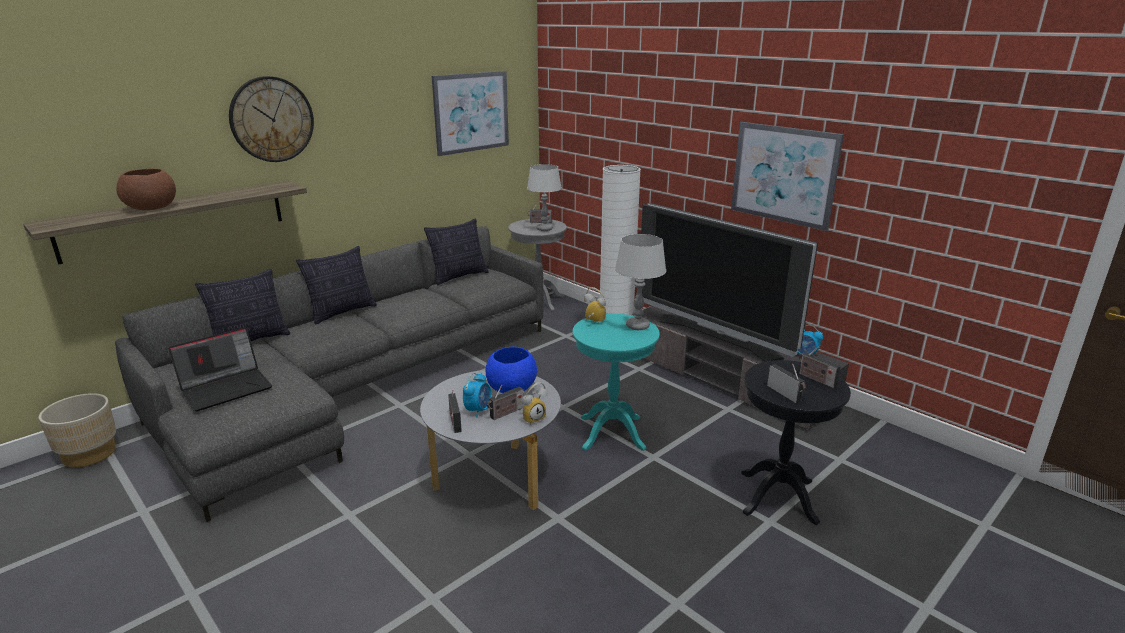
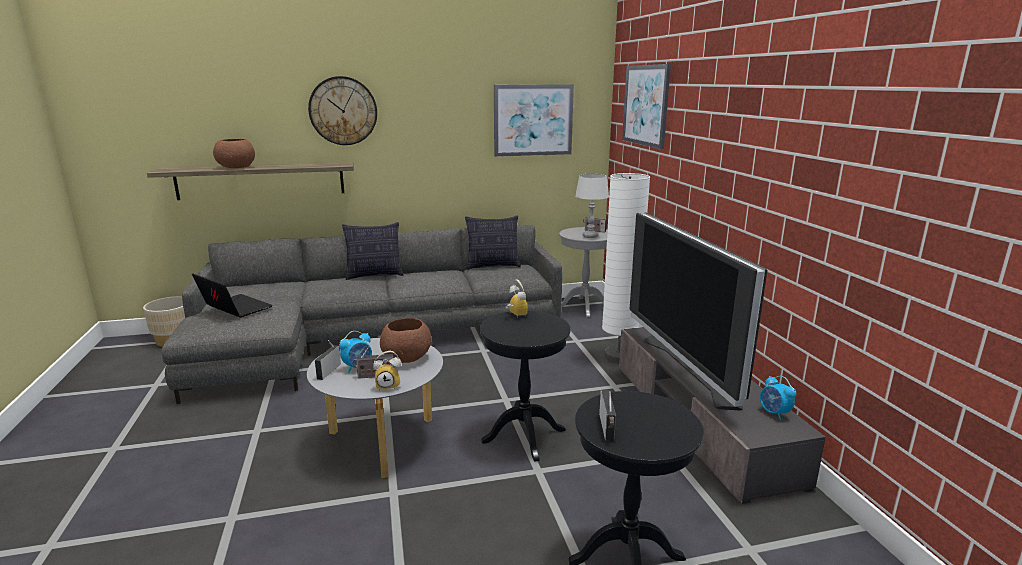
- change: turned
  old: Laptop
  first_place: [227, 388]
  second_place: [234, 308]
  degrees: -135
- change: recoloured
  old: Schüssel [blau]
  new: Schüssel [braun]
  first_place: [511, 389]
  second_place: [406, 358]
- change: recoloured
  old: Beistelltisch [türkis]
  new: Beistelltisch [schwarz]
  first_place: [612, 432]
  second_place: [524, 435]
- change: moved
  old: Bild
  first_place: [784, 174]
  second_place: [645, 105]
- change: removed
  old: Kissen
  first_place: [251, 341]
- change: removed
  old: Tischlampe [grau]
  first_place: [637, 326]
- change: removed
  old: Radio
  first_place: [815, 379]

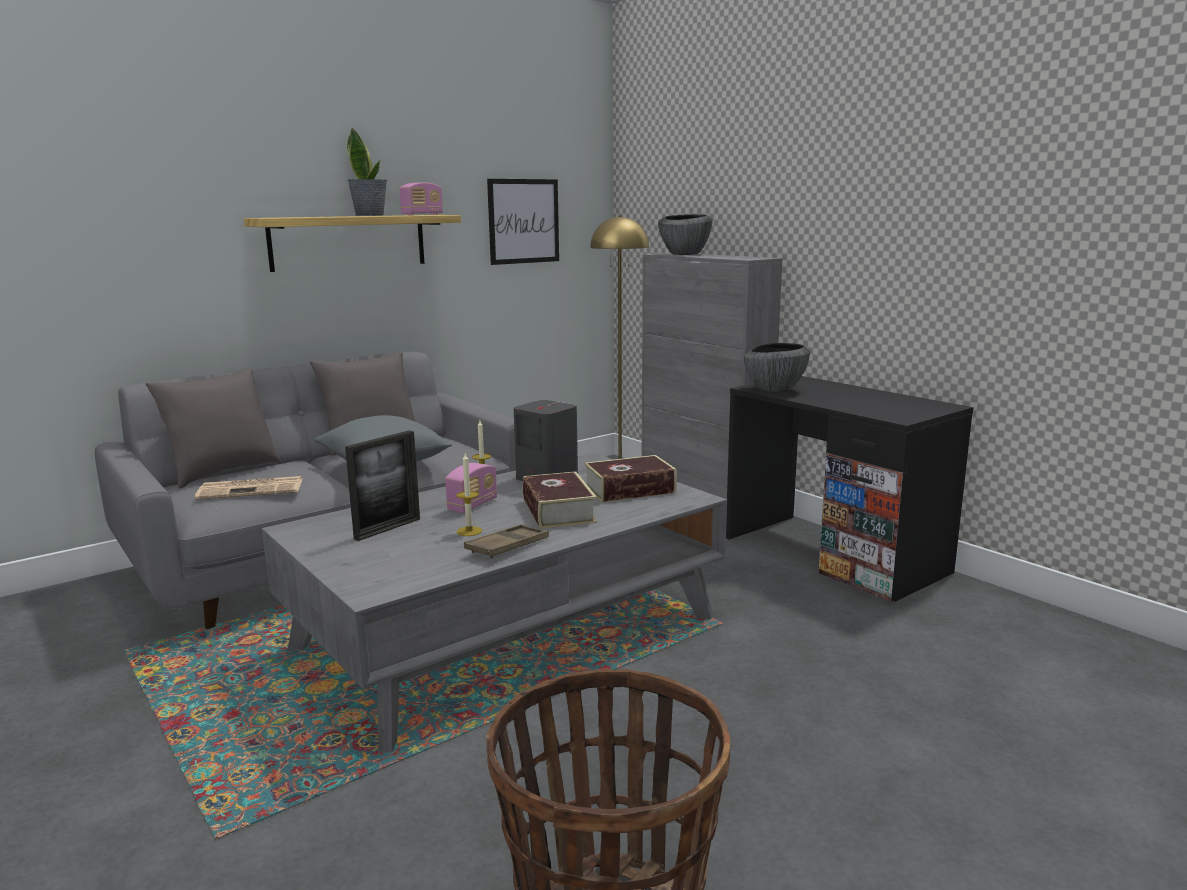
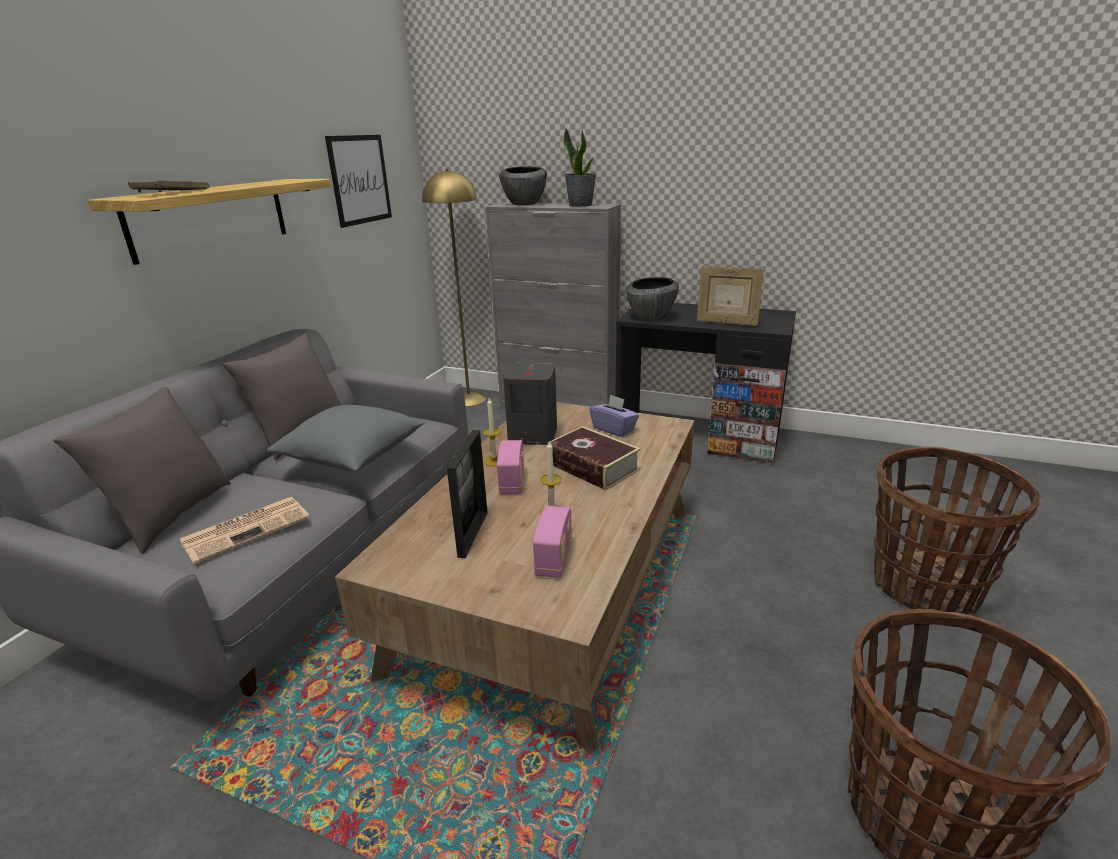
- change: moved
  old: Tablett [braun]
  first_place: [507, 547]
  second_place: [173, 192]
- change: recoloured
  old: Couchtisch [grau]
  new: Couchtisch [braun]
  first_place: [509, 632]
  second_place: [554, 582]
- change: moved
  old: Radio
  first_place: [422, 214]
  second_place: [554, 558]
- change: moved
  old: Topfpflanze
  first_place: [370, 215]
  second_place: [580, 205]
- change: replaced
  old: Buch
  new: Taschentuchbox [lila]
  first_place: [629, 489]
  second_place: [614, 429]
- change: added
  new: Bilderrahmen
  second_place: [726, 323]
- change: added
  new: Korb
  second_place: [924, 587]

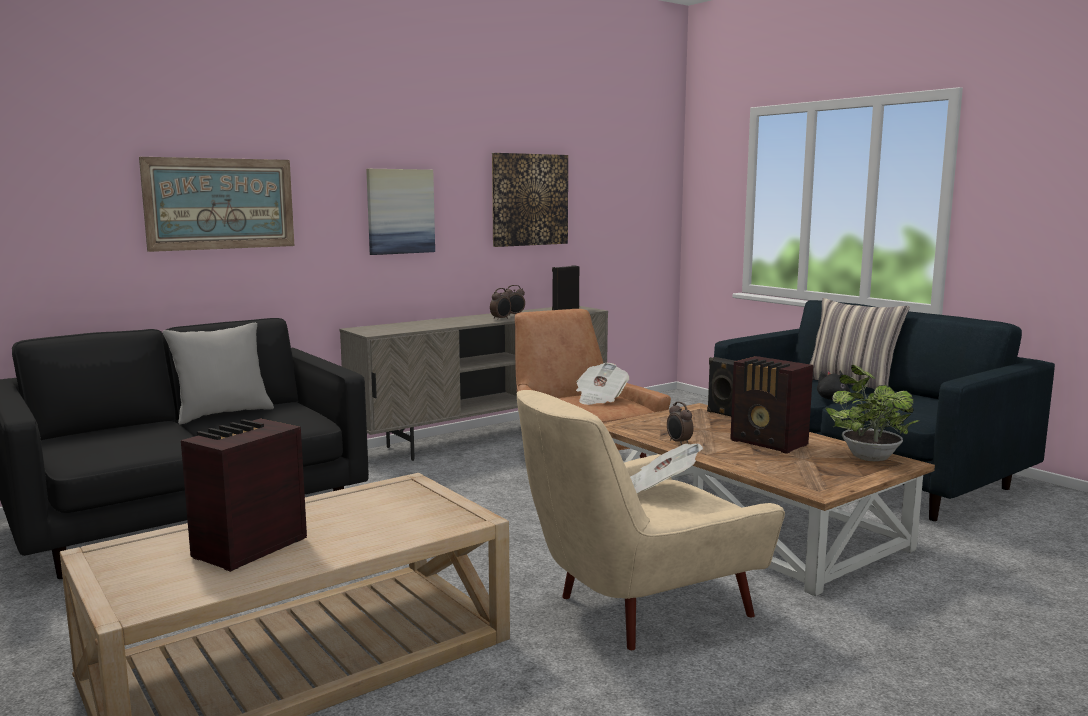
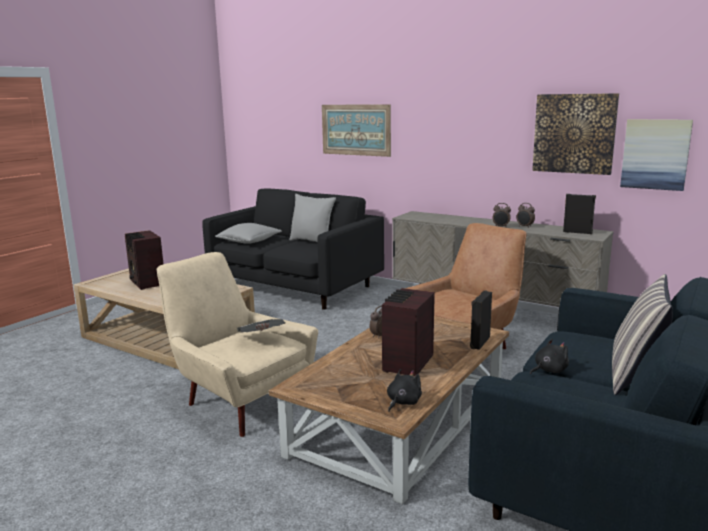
- change: turned
  old: Radio
  first_place: [247, 548]
  second_place: [147, 283]
  degrees: -135
- change: added
  new: Kissen [grau]
  second_place: [249, 241]
- change: replaced
  old: Topfpflanze
  new: Plüschtier [schwarz]
  first_place: [867, 456]
  second_place: [402, 402]
- change: moved
  old: Bild
  first_place: [400, 211]
  second_place: [655, 154]
- change: removed
  old: Zeitung
  first_place: [600, 399]

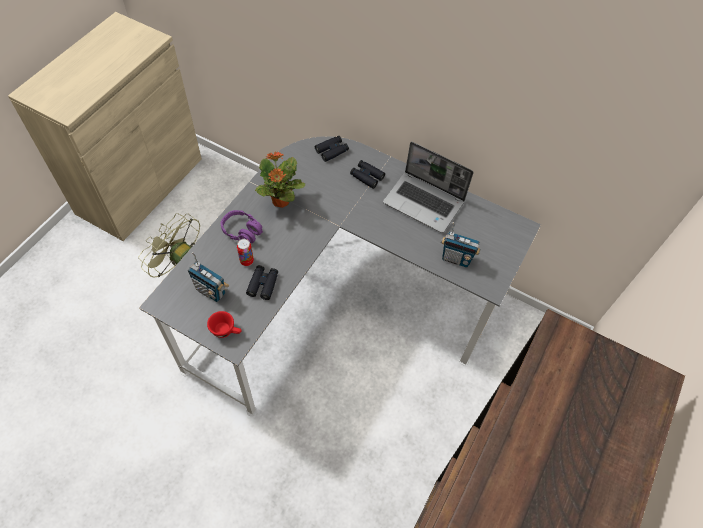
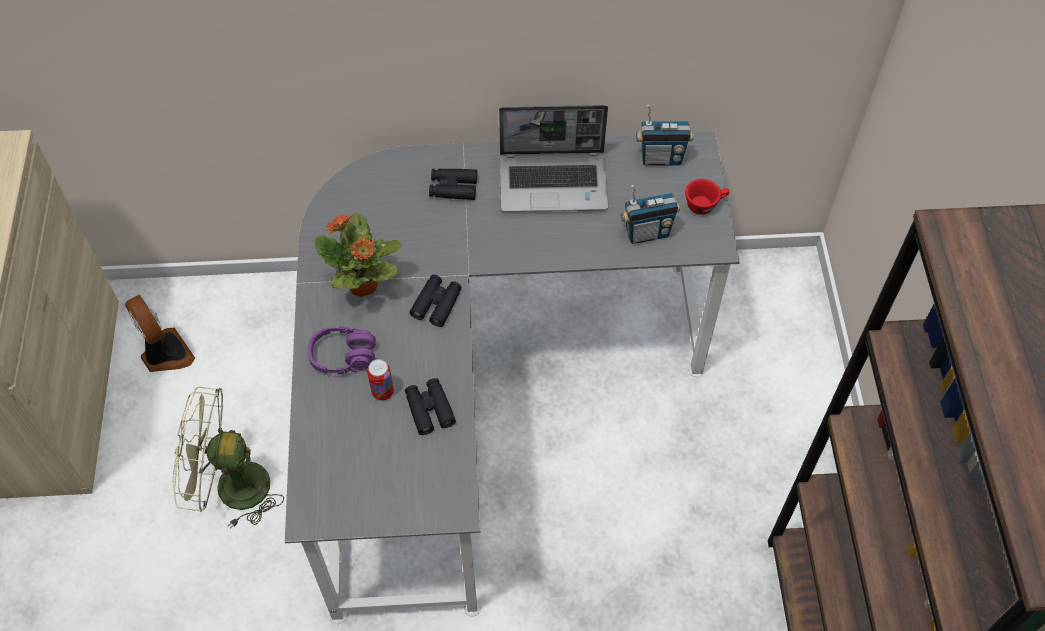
- change: added
  new: Ventilator
  second_place: [165, 354]
- change: moved
  old: Fernglas [schwarz]
  first_place: [332, 151]
  second_place: [436, 304]
- change: moved
  old: Radio
  first_place: [211, 291]
  second_place: [661, 158]
- change: moved
  old: Tasse [rot]
  first_place: [226, 330]
  second_place: [705, 204]

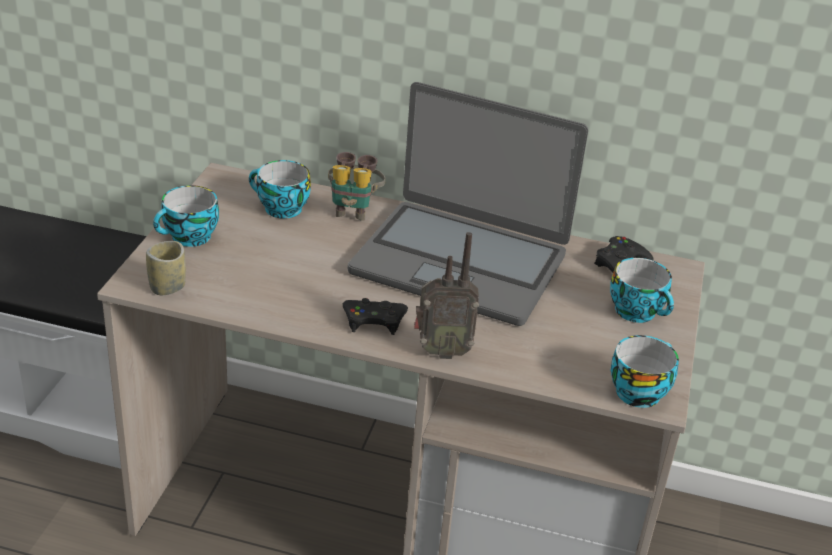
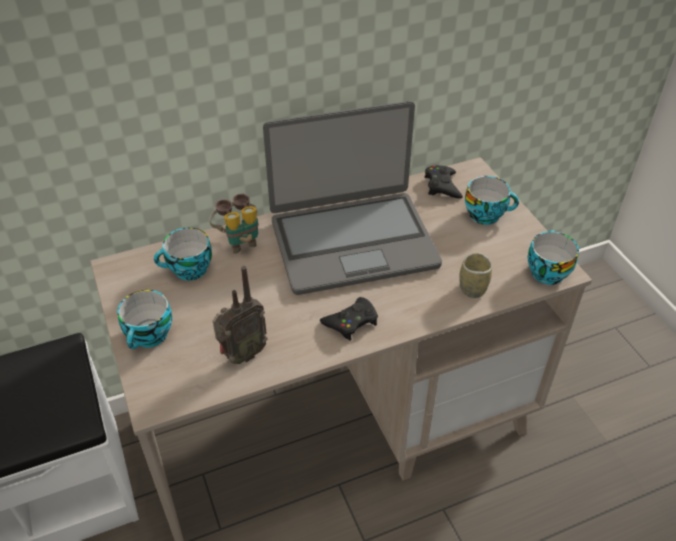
- change: moved
  old: Radio
  first_place: [441, 351]
  second_place: [242, 355]
- change: moved
  old: Tasse
  first_place: [167, 287]
  second_place: [472, 288]

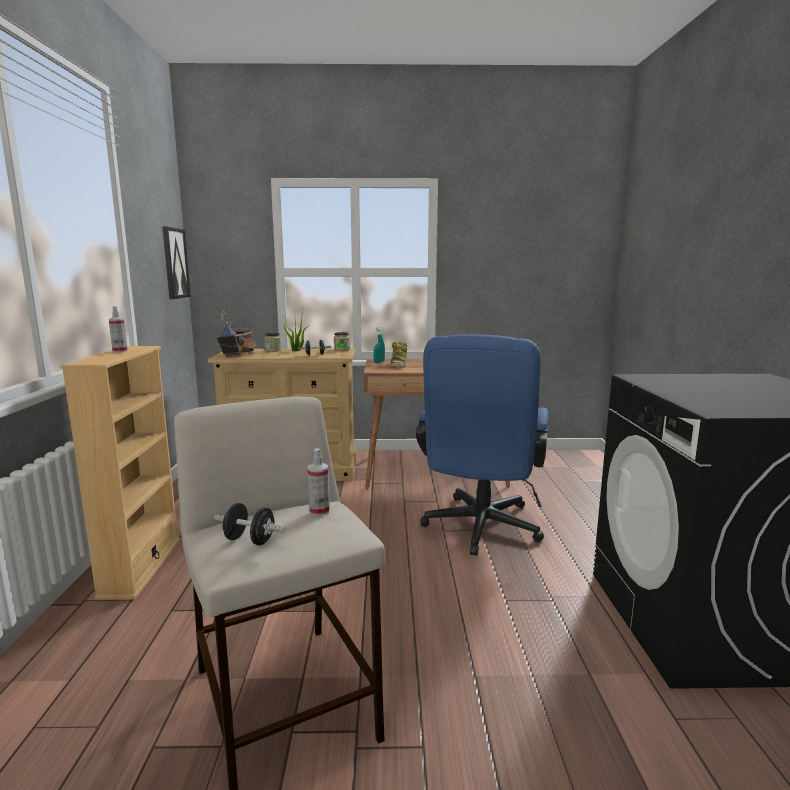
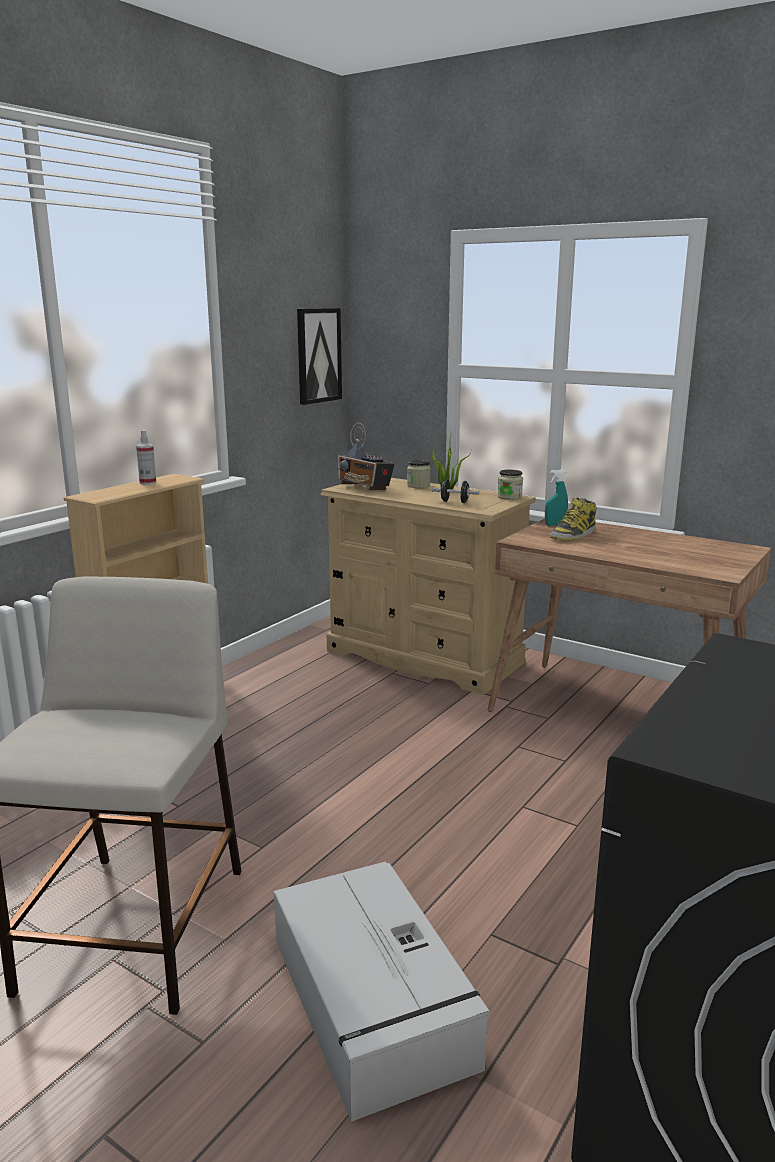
- change: added
  new: Aufbewahrungsbox [grau]
  second_place: [372, 1003]
- change: turned
  old: Radio
  first_place: [238, 354]
  second_place: [365, 488]
  degrees: 90
- change: removed
  old: Hantel [schwarz]
  first_place: [250, 540]
- change: removed
  old: Sprühflasche
  first_place: [319, 511]
- change: removed
  old: Bürostuhl [blau]
  first_place: [479, 530]

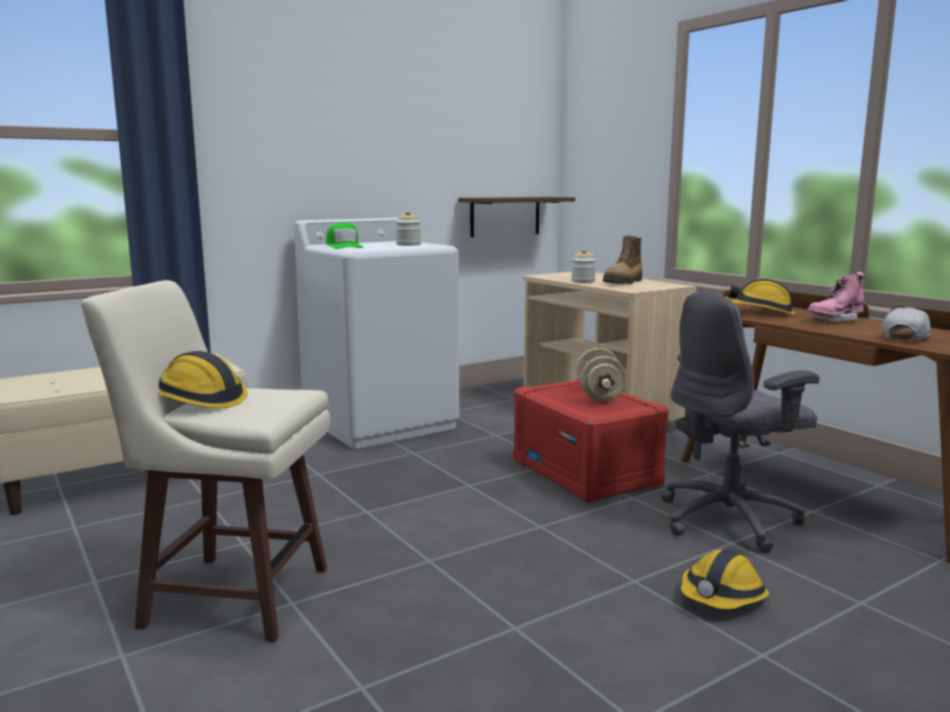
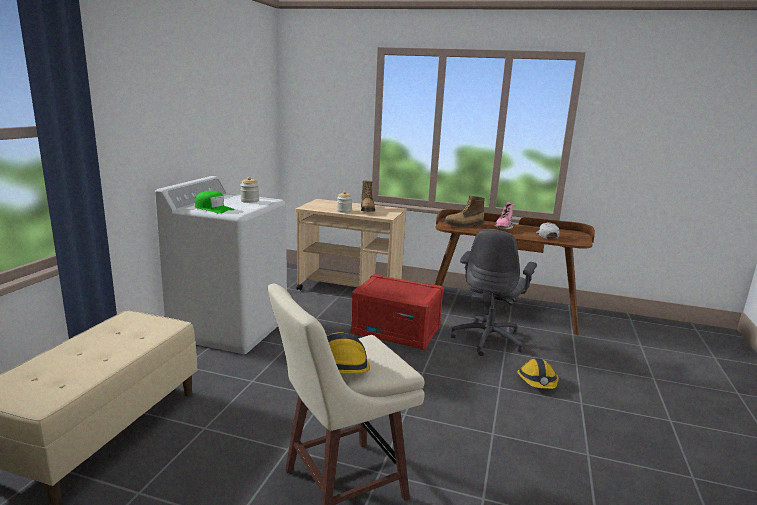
- change: replaced
  old: Schutzhelm
  new: Stiefel
  first_place: [759, 312]
  second_place: [464, 225]
- change: removed
  old: Wandregal
  first_place: [505, 216]
- change: removed
  old: Hantel [beige]
  first_place: [600, 395]

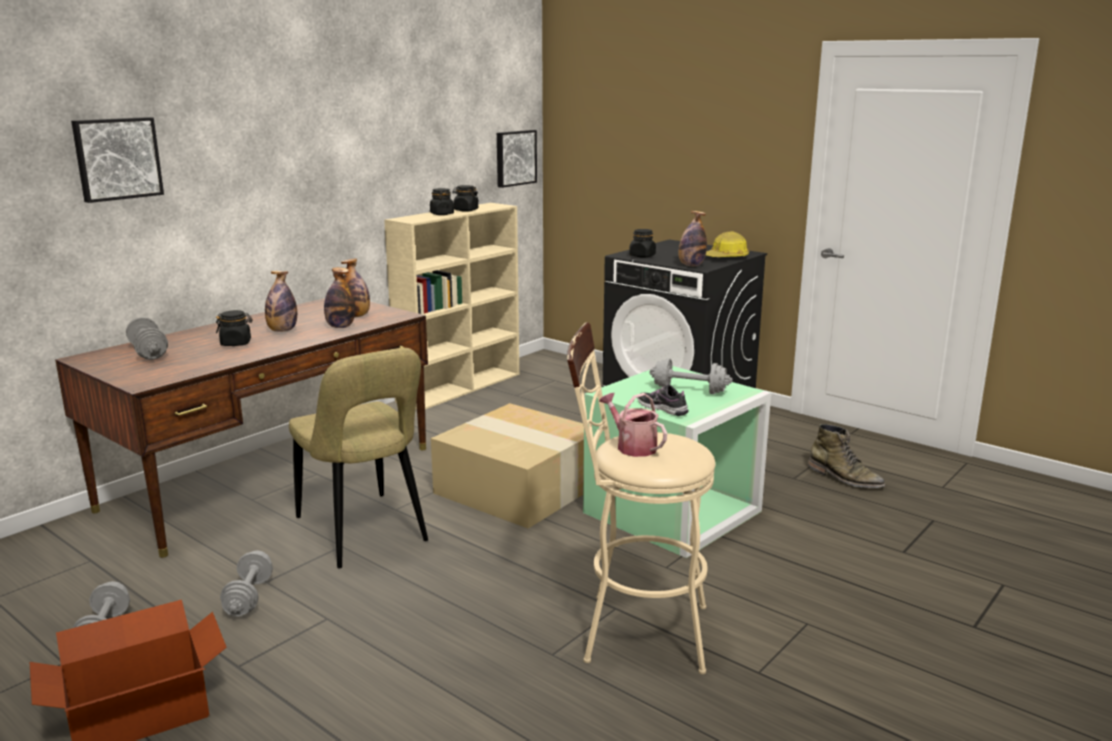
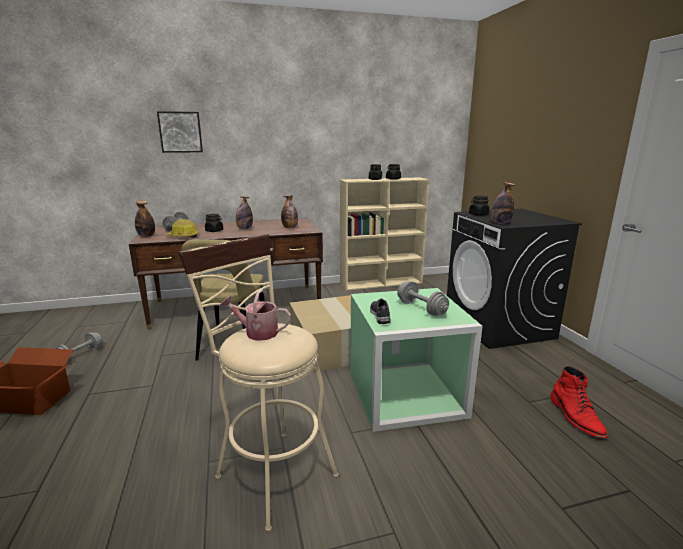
- change: moved
  old: Flasche
  first_place: [340, 326]
  second_place: [146, 236]
- change: moved
  old: Schutzhelm
  first_place: [726, 258]
  second_place: [183, 236]
- change: turned
  old: Gießkanne
  first_place: [632, 446]
  second_place: [257, 332]
  degrees: -75
- change: recoloured
  old: Stiefel [grün]
  new: Stiefel [rot]
  first_place: [844, 478]
  second_place: [576, 417]
- change: removed
  old: Hantel [grau]
  first_place: [249, 597]
- change: removed
  old: Bild
  first_place: [514, 158]

